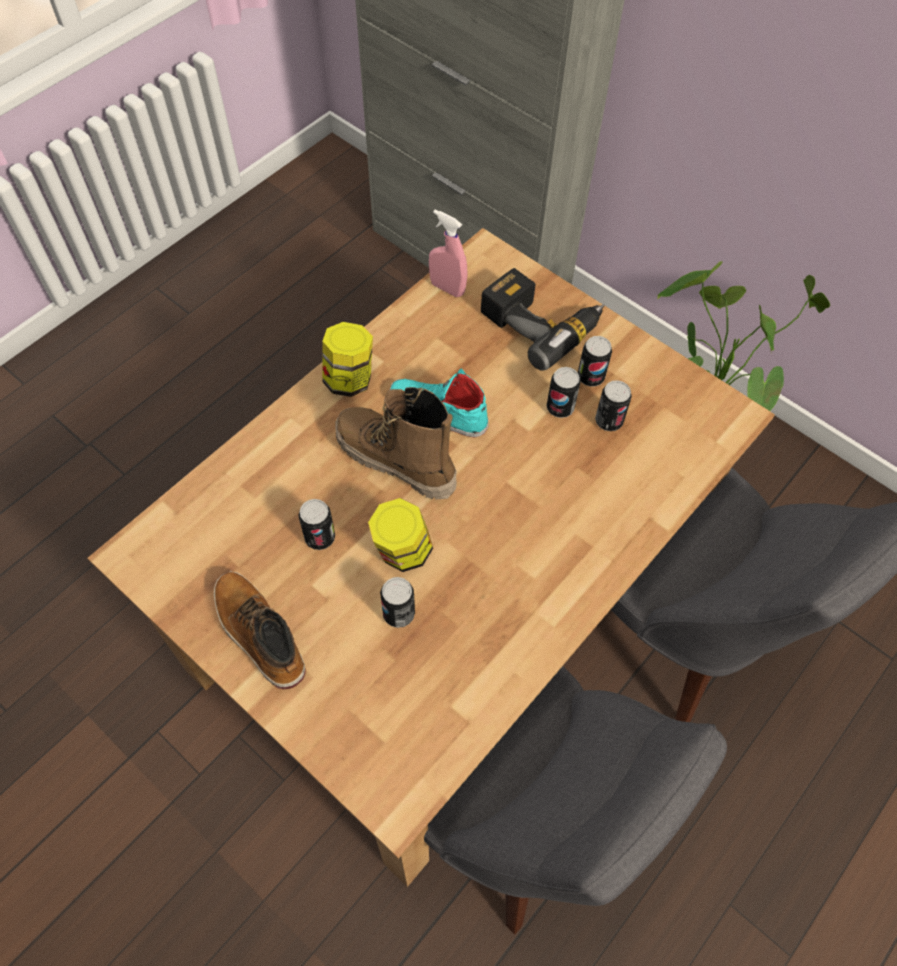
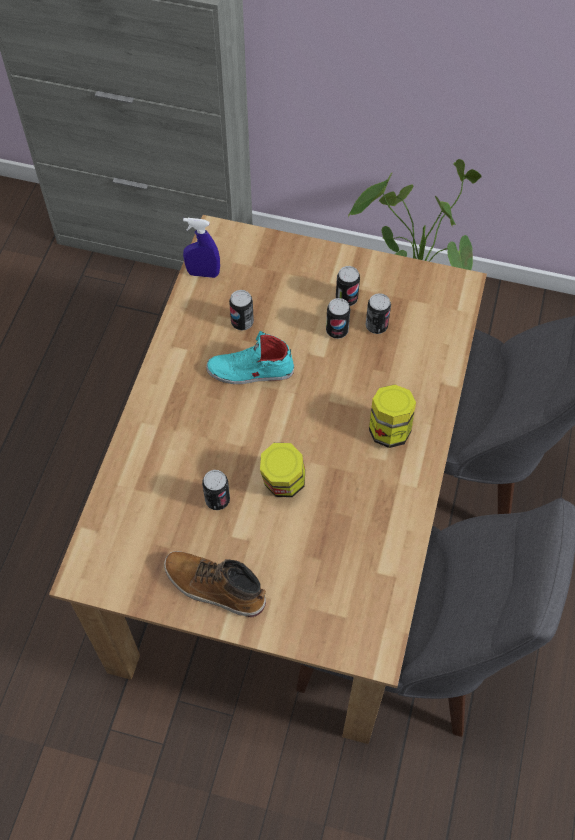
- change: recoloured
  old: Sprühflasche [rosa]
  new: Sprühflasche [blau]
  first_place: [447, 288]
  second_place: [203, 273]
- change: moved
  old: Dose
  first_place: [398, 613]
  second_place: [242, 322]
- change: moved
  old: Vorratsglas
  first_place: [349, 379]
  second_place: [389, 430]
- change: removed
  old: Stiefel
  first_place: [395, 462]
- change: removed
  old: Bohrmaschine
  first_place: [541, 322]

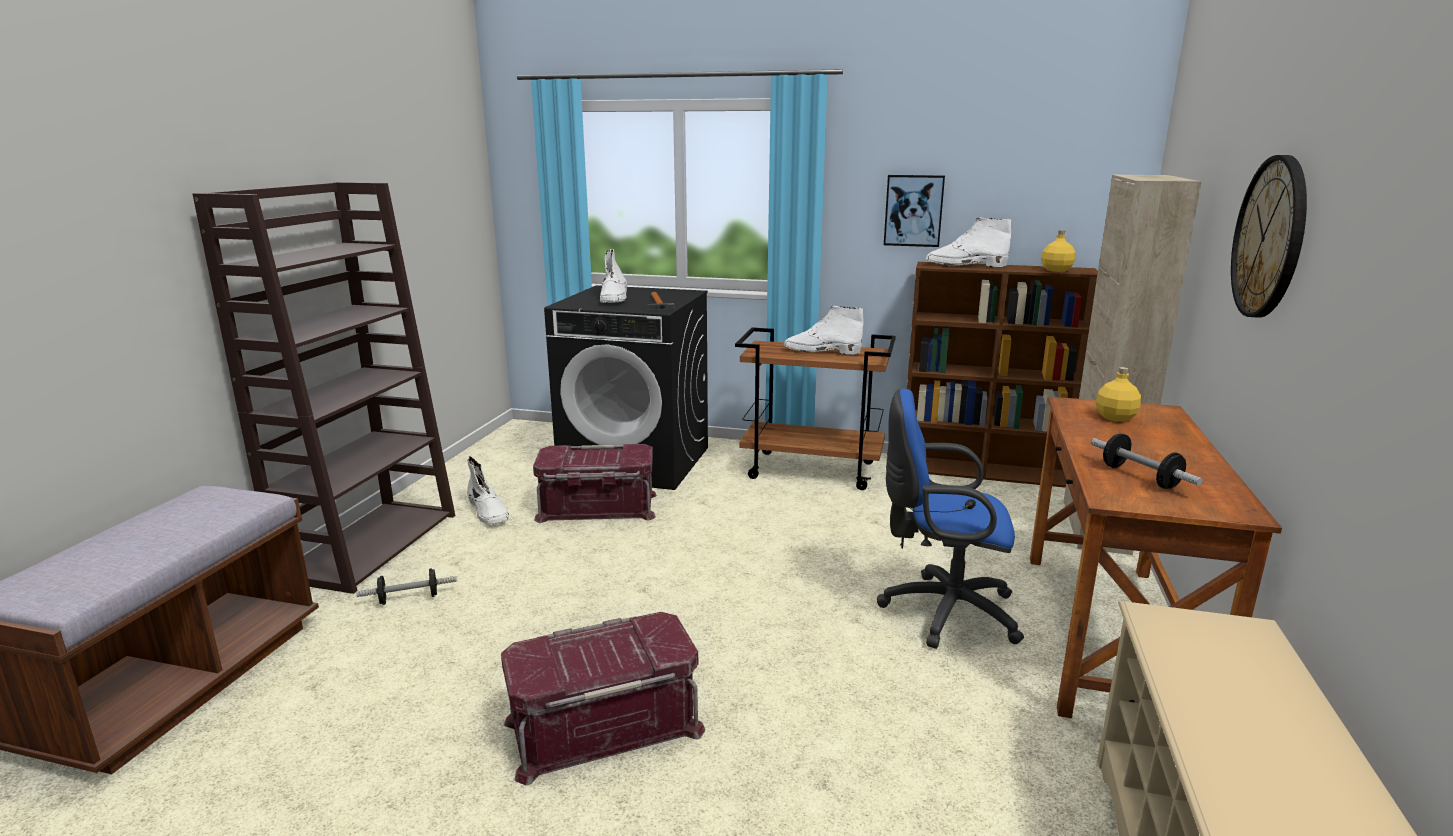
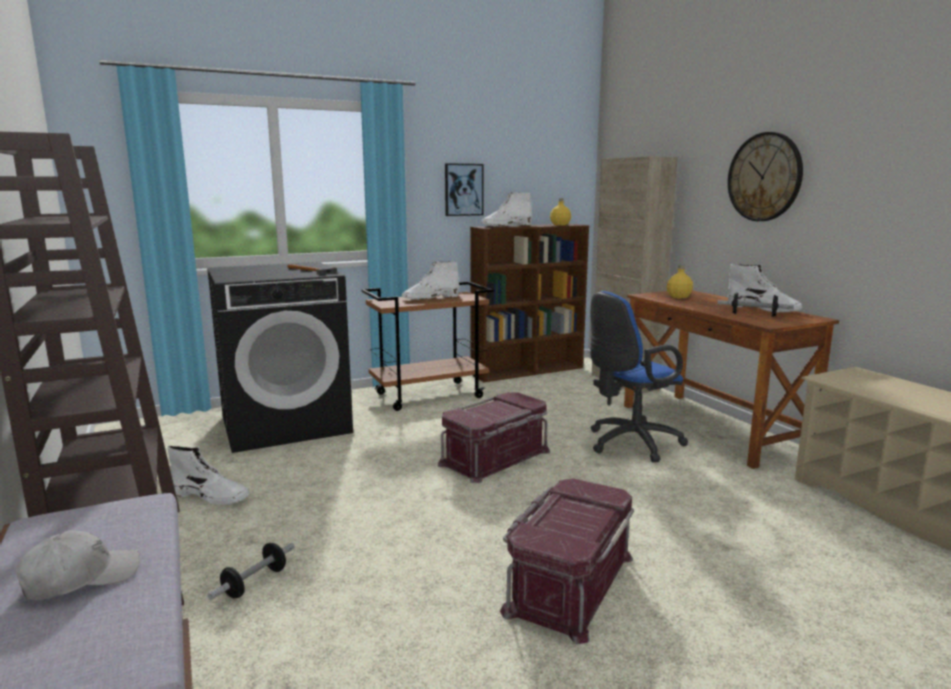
- change: added
  new: Kappe [weiß]
  second_place: [80, 578]
- change: moved
  old: Aufbewahrungsbox [rot]
  first_place: [597, 508]
  second_place: [496, 458]
- change: moved
  old: Stiefel [weiß]
  first_place: [614, 299]
  second_place: [763, 309]

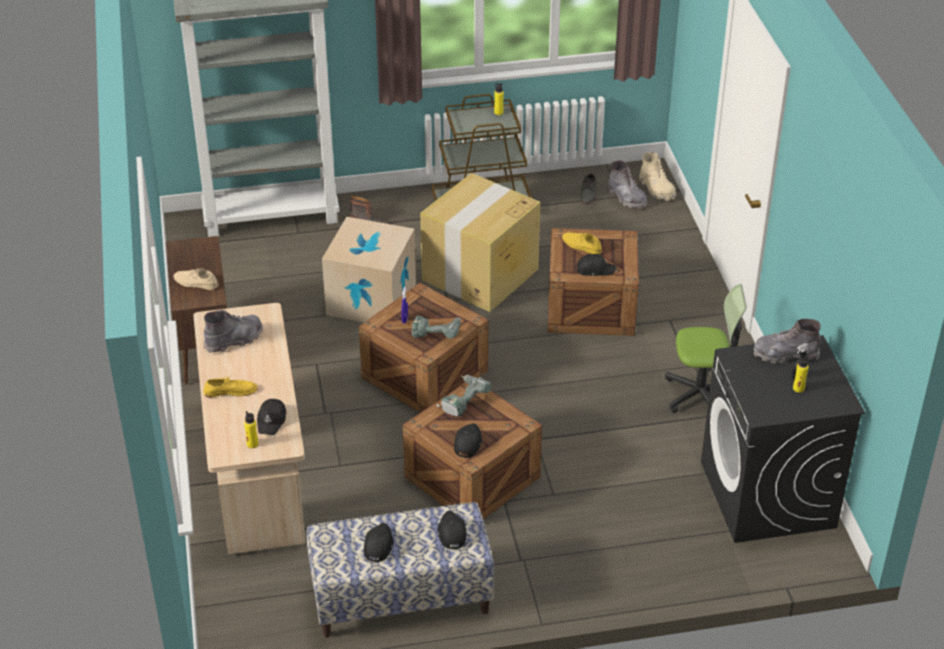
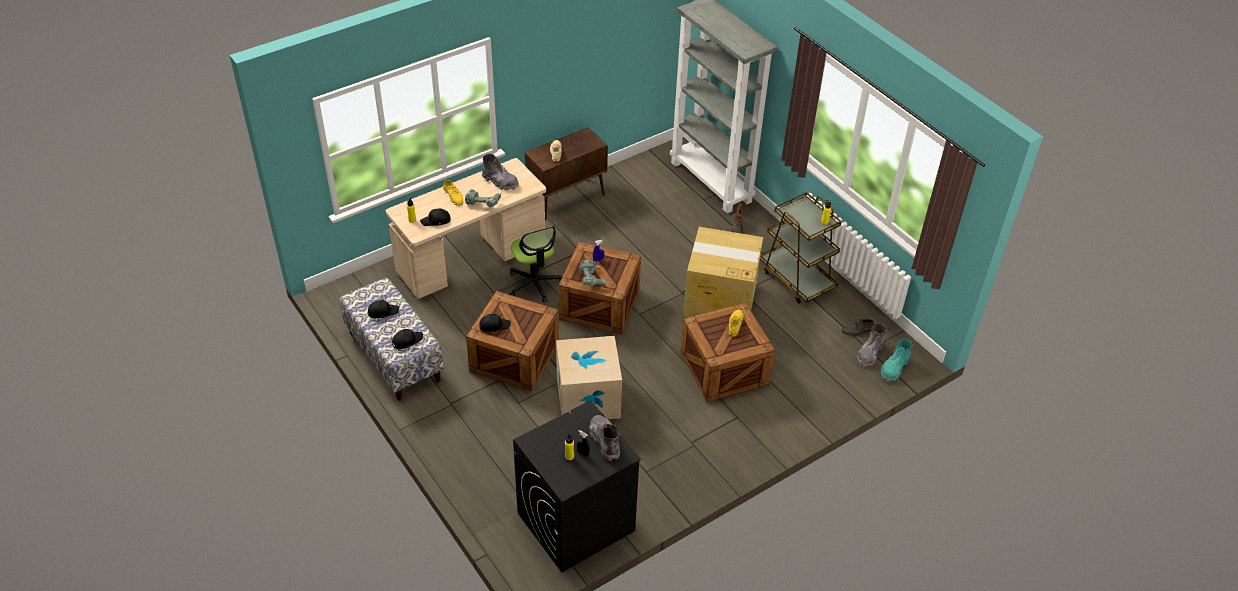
- change: moved
  old: Bohrmaschine
  first_place: [462, 401]
  second_place: [484, 203]
- change: moved
  old: Bürostuhl
  first_place: [701, 395]
  second_place: [534, 284]
- change: moved
  old: Karton
  first_place: [371, 299]
  second_place: [588, 398]
- change: recoloured
  old: Stiefel [beige]
  new: Stiefel [türkis]
  first_place: [656, 189]
  second_place: [894, 368]
- change: removed
  old: Kappe [schwarz]
  first_place: [595, 269]

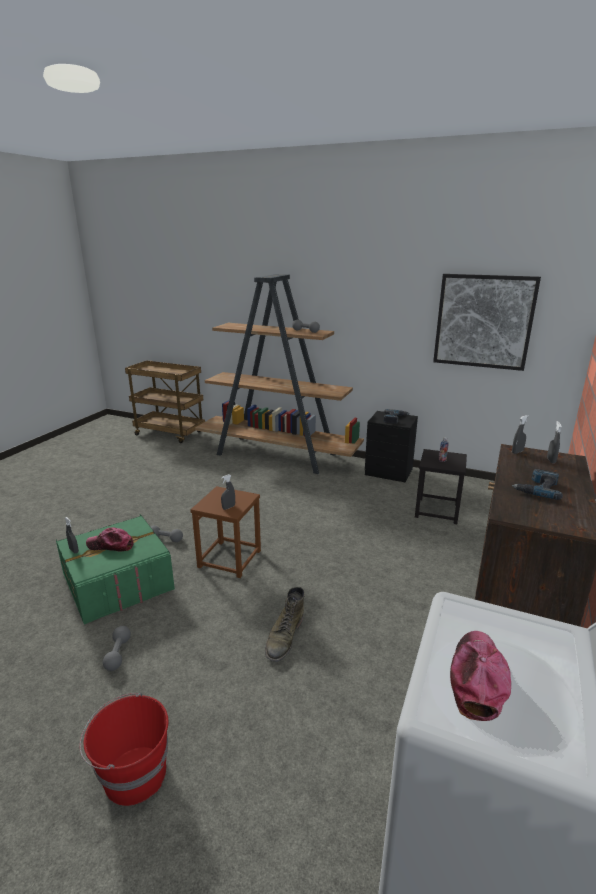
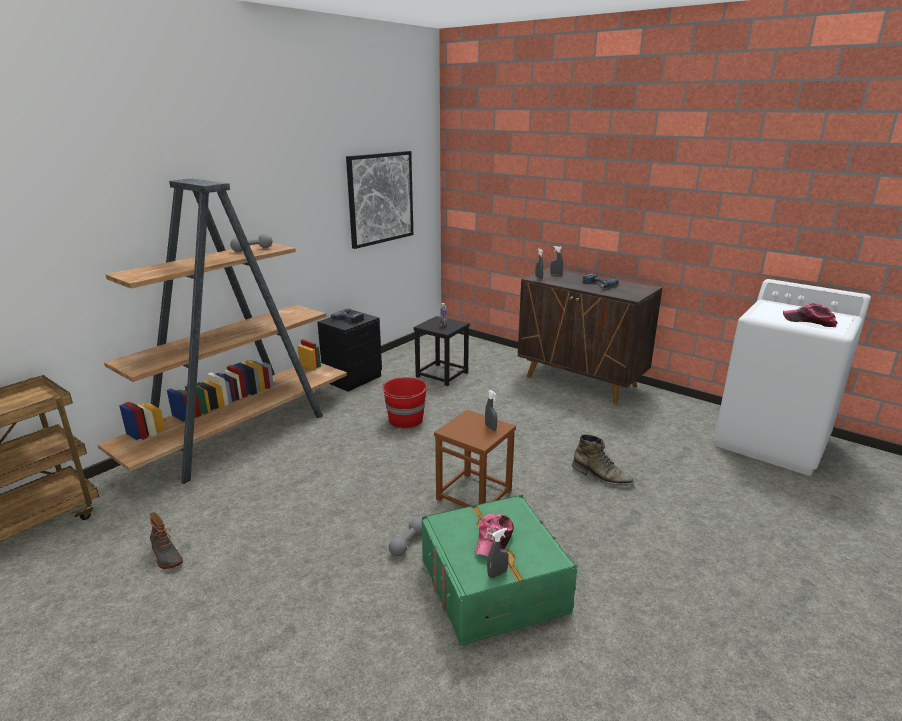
- change: added
  new: Stiefel
  second_place: [165, 556]
- change: moved
  old: Eimer [rot]
  first_place: [134, 774]
  second_place: [405, 420]
- change: removed
  old: Hantel [grau]
  first_place: [118, 654]

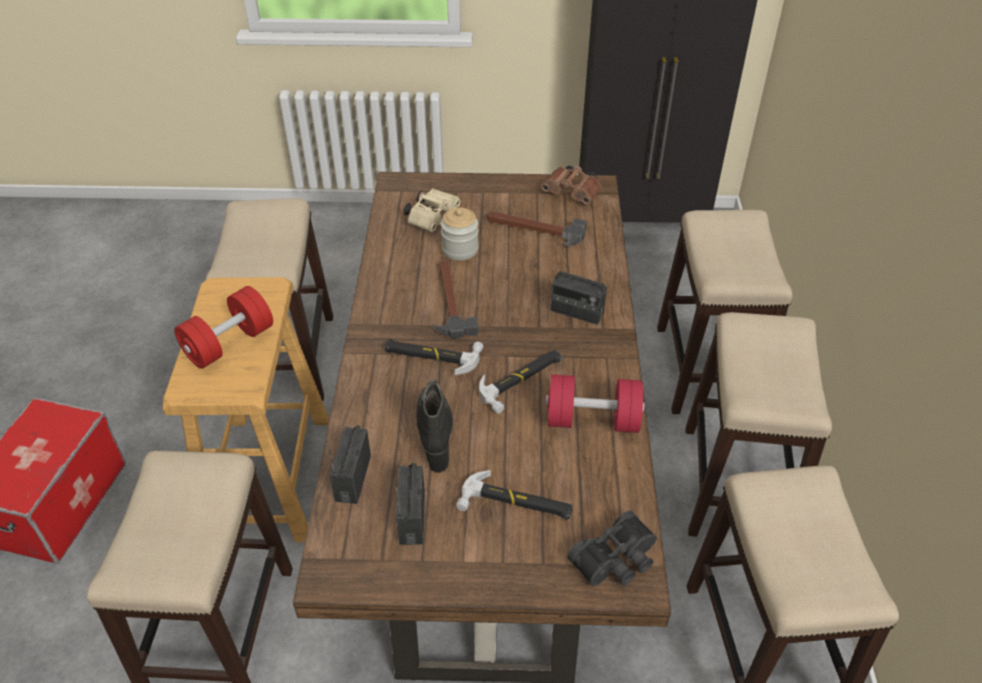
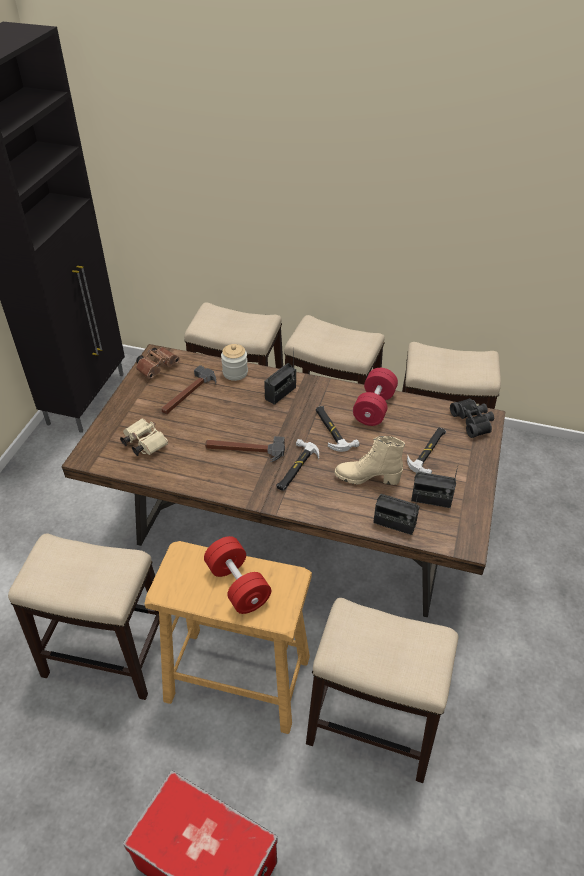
- change: moved
  old: Vorratsglas
  first_place: [460, 249]
  second_place: [235, 373]
- change: recoloured
  old: Stiefel [schwarz]
  new: Stiefel [beige]
  first_place: [436, 434]
  second_place: [367, 477]

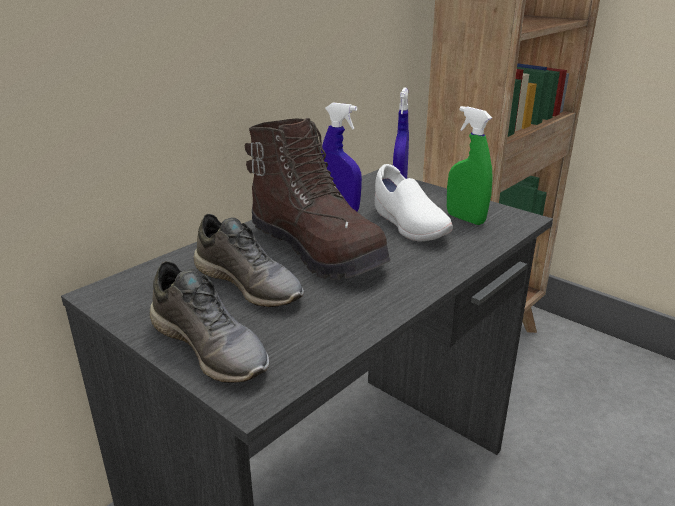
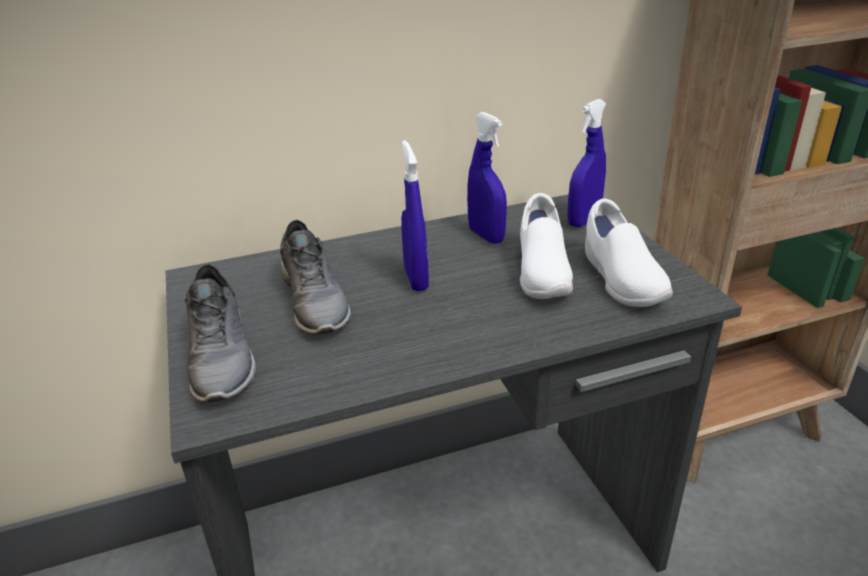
- change: replaced
  old: Stiefel [braun]
  new: Sprühflasche [blau]
  first_place: [318, 249]
  second_place: [416, 279]
- change: replaced
  old: Sprühflasche [grün]
  new: Schuh [weiß]
  first_place: [465, 219]
  second_place: [620, 280]

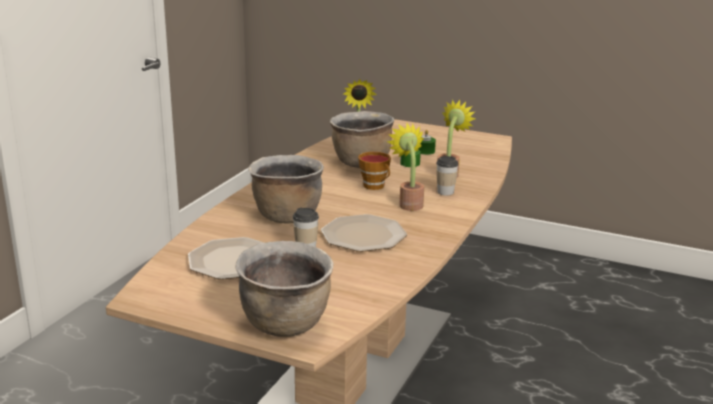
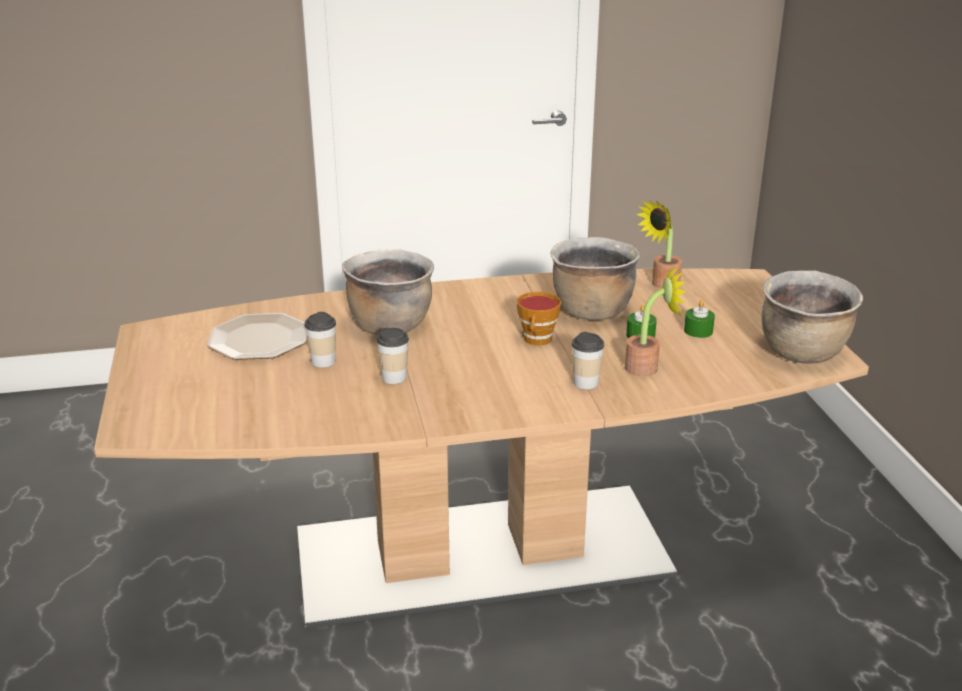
- change: replaced
  old: Teller
  new: Tasse
  first_place: [363, 235]
  second_place: [394, 378]
- change: moved
  old: Kochtopf [braun]
  first_place: [286, 324]
  second_place: [803, 353]
- change: removed
  old: Topfpflanze
  first_place: [409, 204]

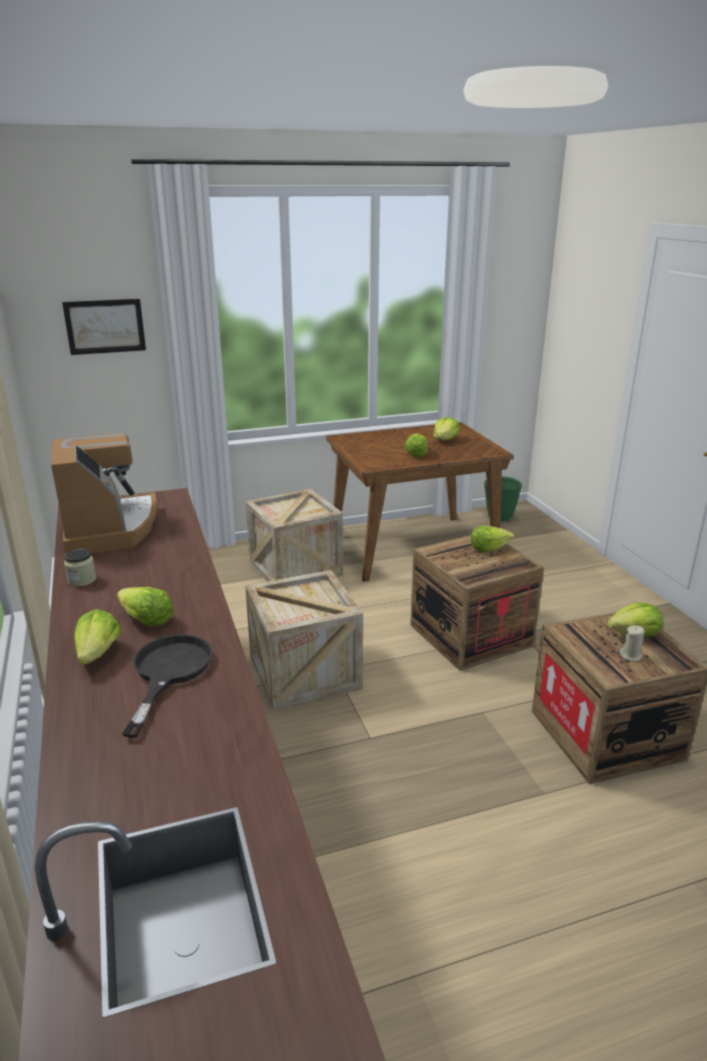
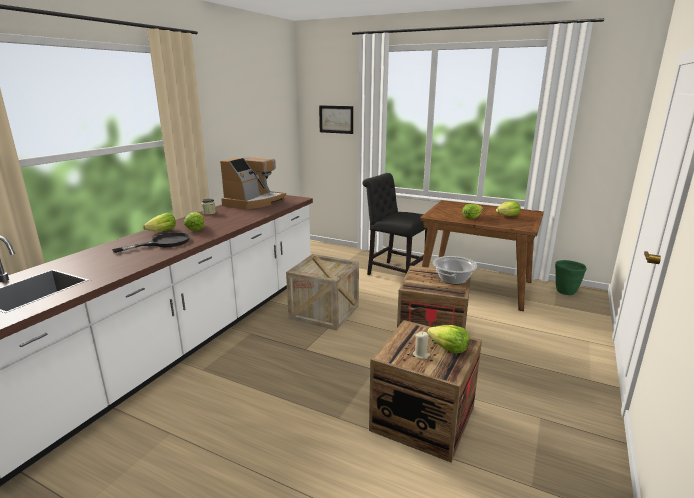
- change: replaced
  old: Kiste
  new: Stuhl [schwarz]
  first_place: [295, 568]
  second_place: [394, 272]
- change: replaced
  old: Salatkopf
  new: Kochtopf
  first_place: [488, 548]
  second_place: [453, 279]

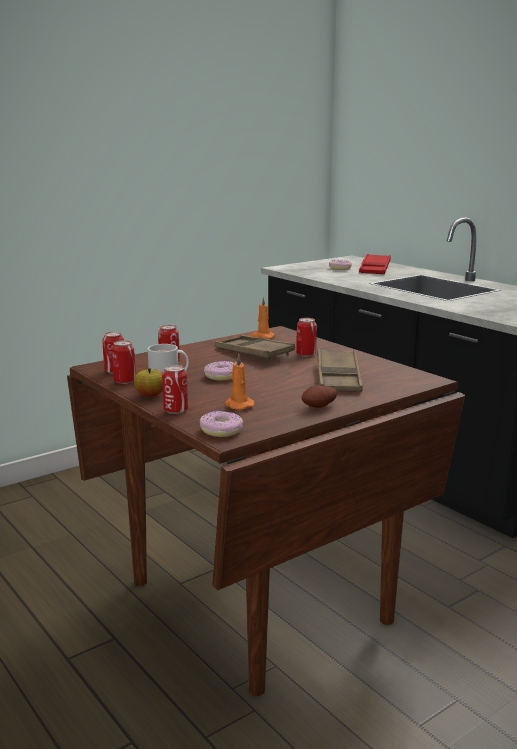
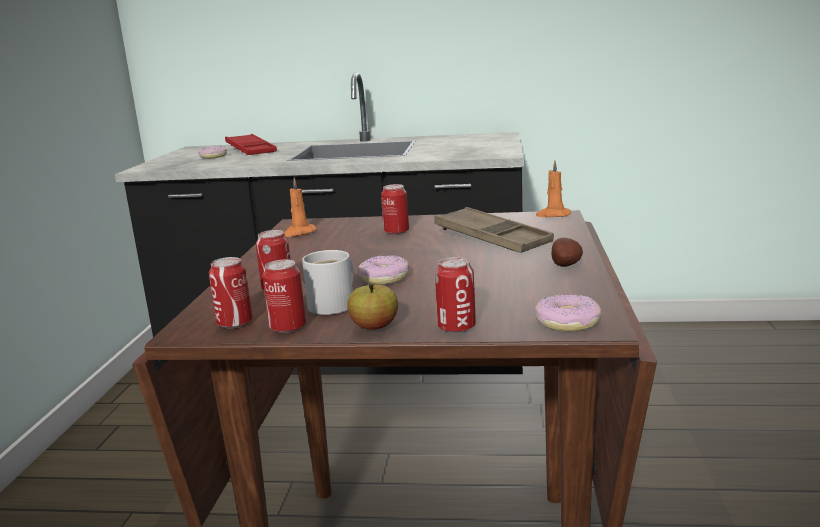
- change: moved
  old: Kerze [orange]
  first_place: [238, 405]
  second_place: [553, 215]
- change: removed
  old: Tablett [braun]
  first_place: [254, 353]

